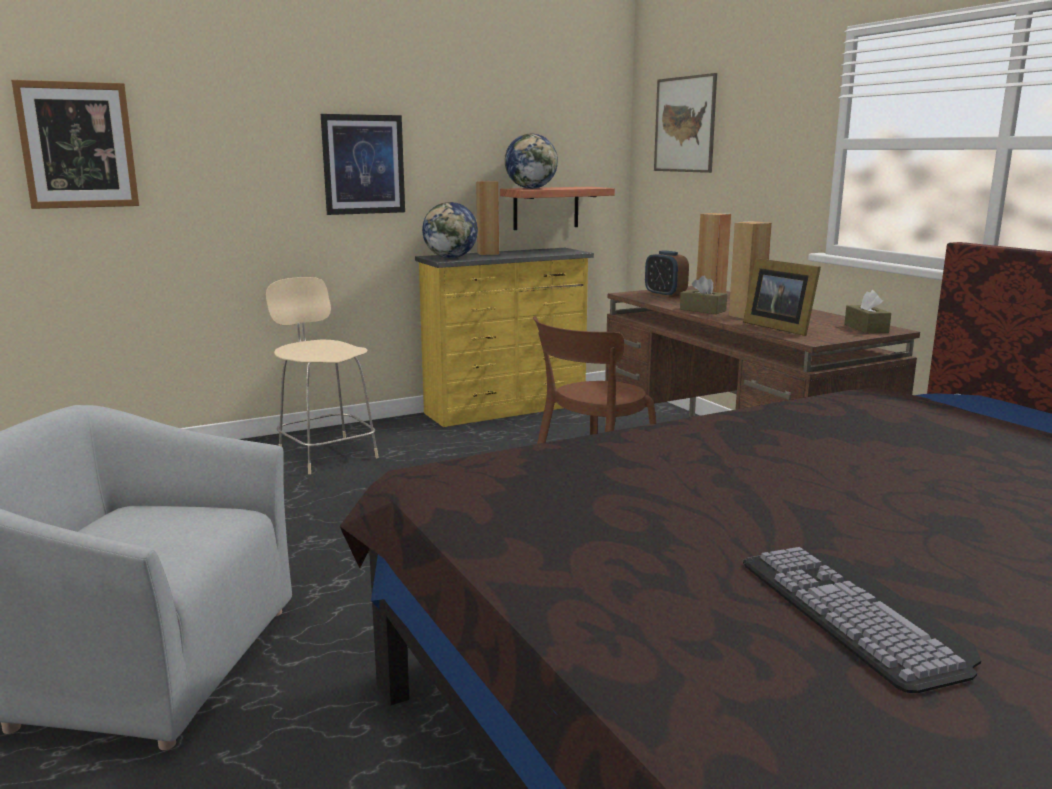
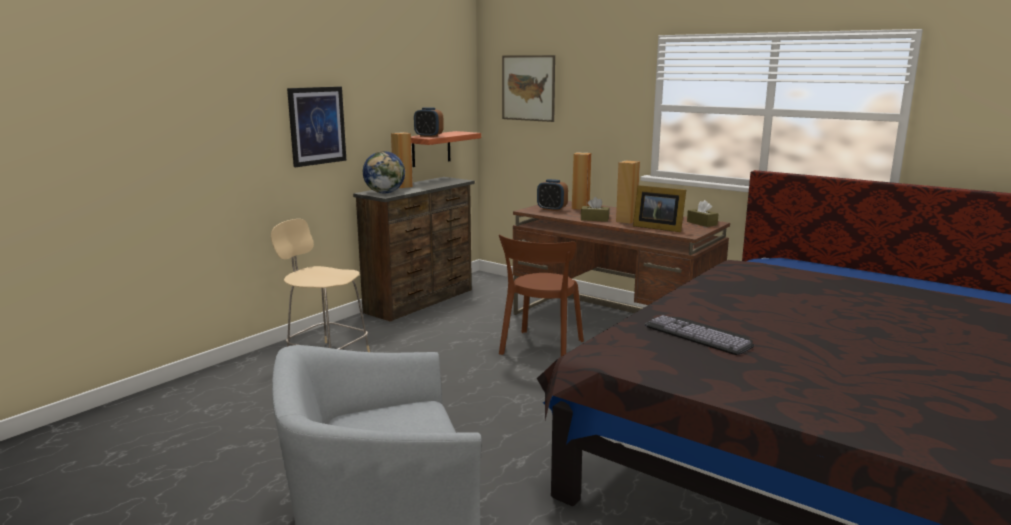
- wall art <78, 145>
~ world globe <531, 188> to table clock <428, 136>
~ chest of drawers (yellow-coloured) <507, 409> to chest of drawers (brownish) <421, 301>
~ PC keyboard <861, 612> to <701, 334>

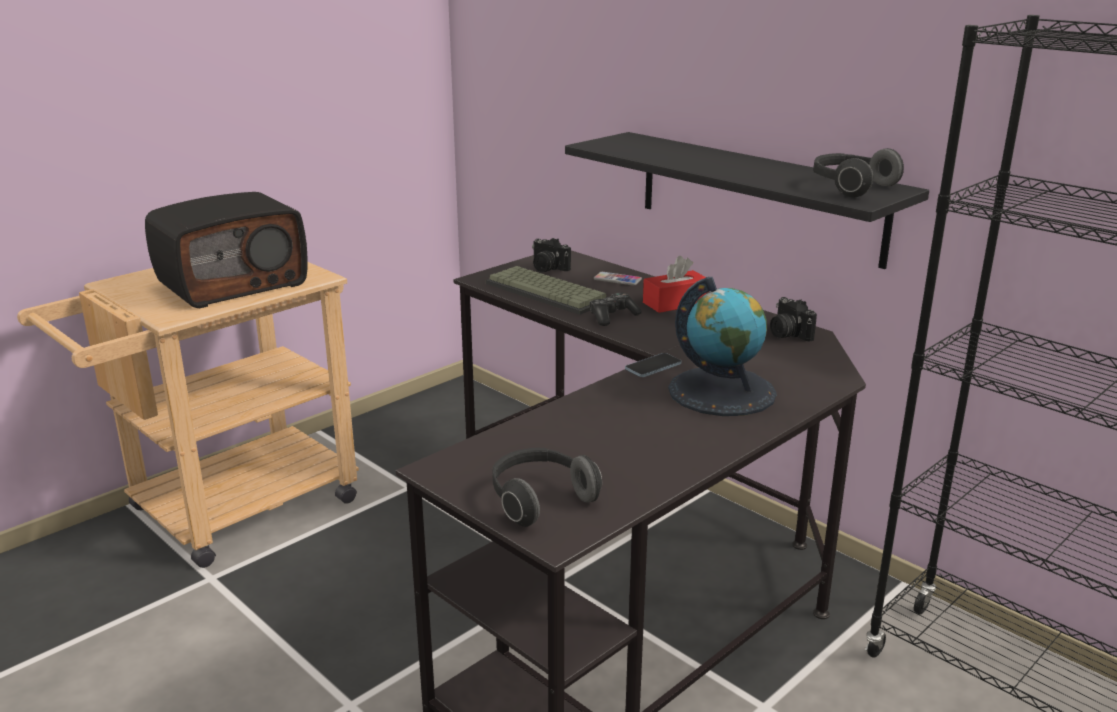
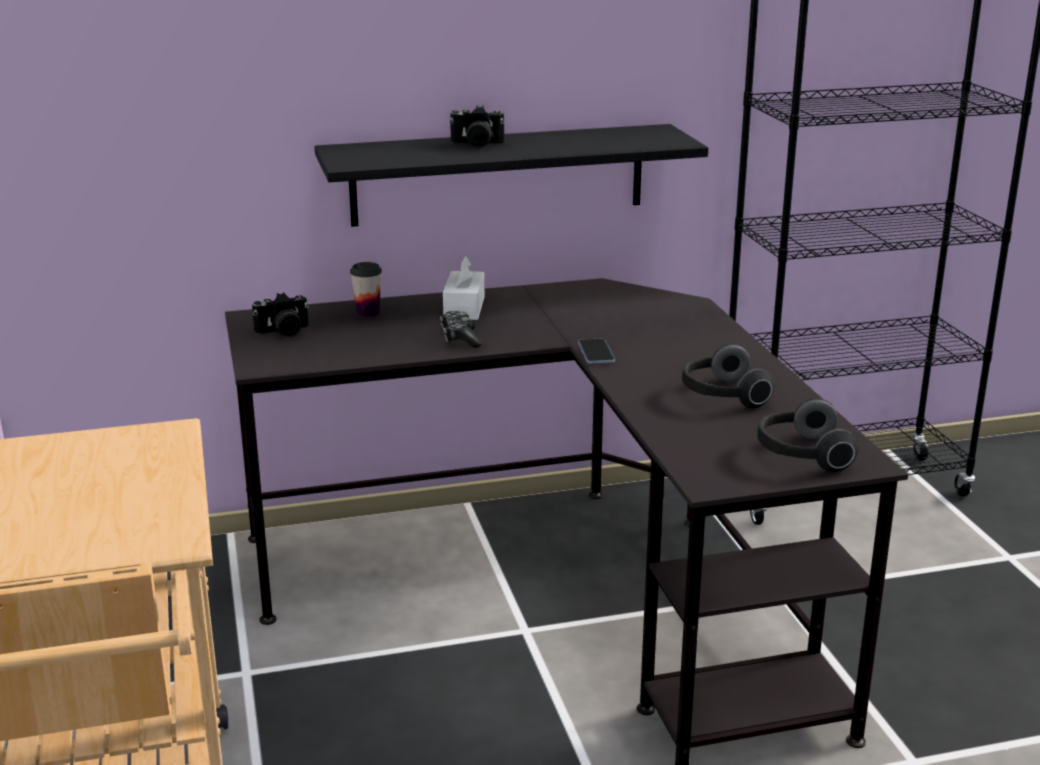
~ headphones <850, 187> to <722, 395>
- radio receiver <233, 284>
~ tissue holder (reddish) <675, 303> to tissue holder (white) <464, 308>
- PC keyboard <549, 292>
~ phone <617, 279> to cup <368, 313>
- world globe <722, 391>
~ photo camera <787, 334> to <476, 144>

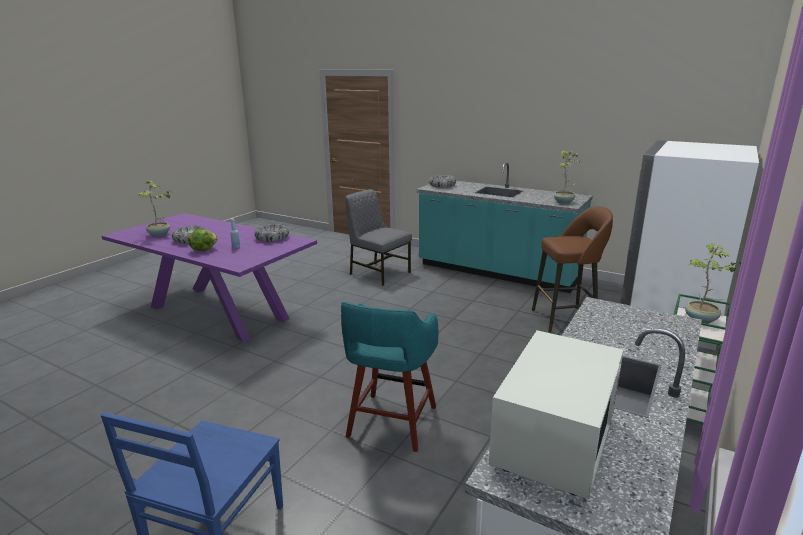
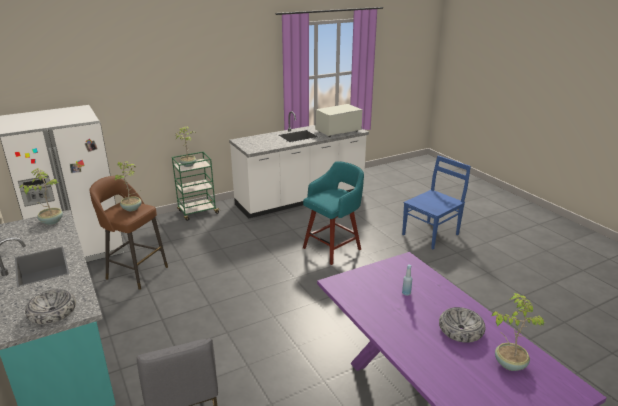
- serving bowl <272, 238>
- lettuce head <203, 249>
+ potted plant <132, 208>

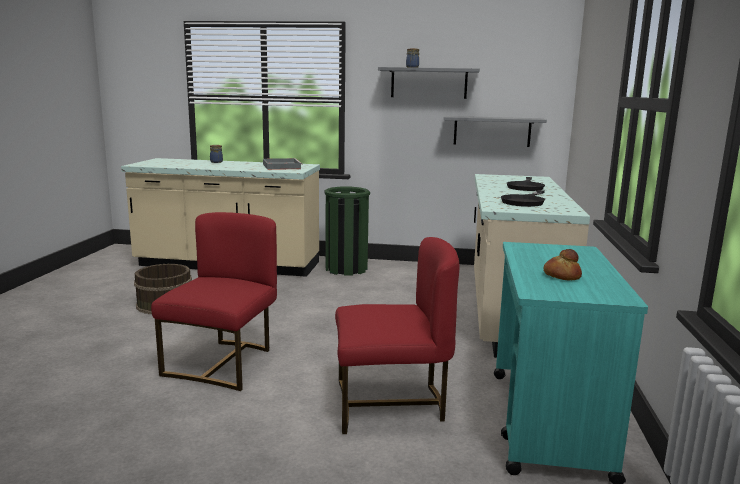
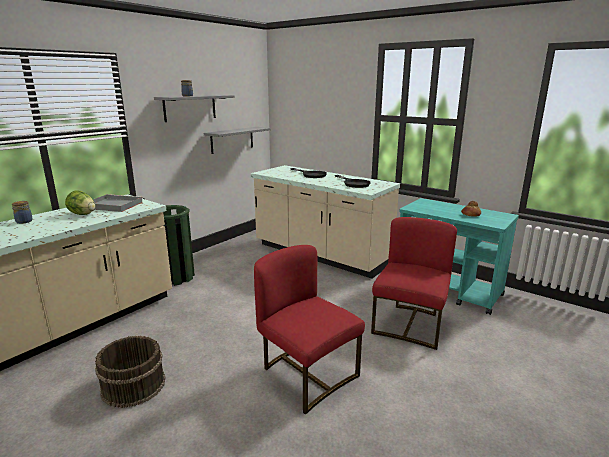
+ lettuce head <82, 214>

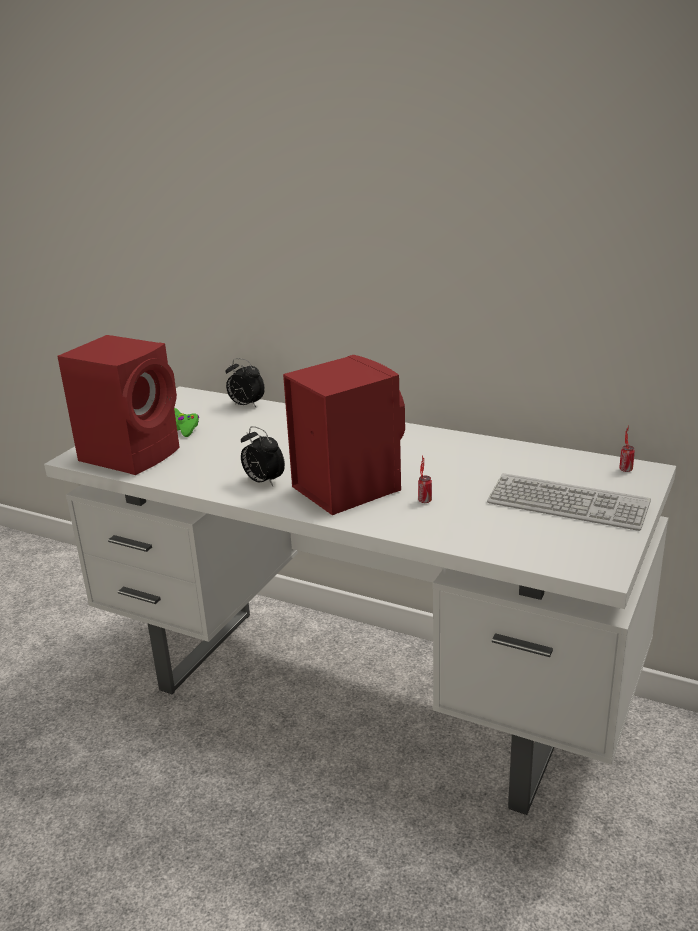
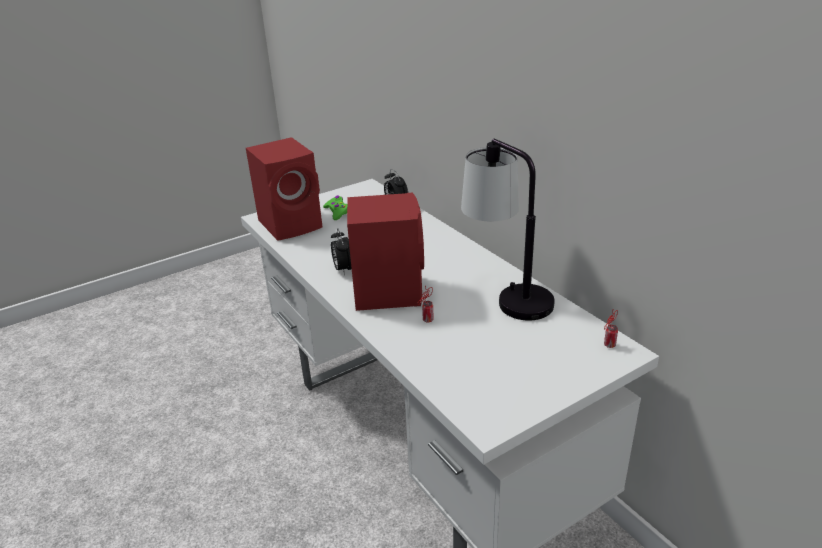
- PC keyboard <567, 504>
+ table lamp <505, 294>

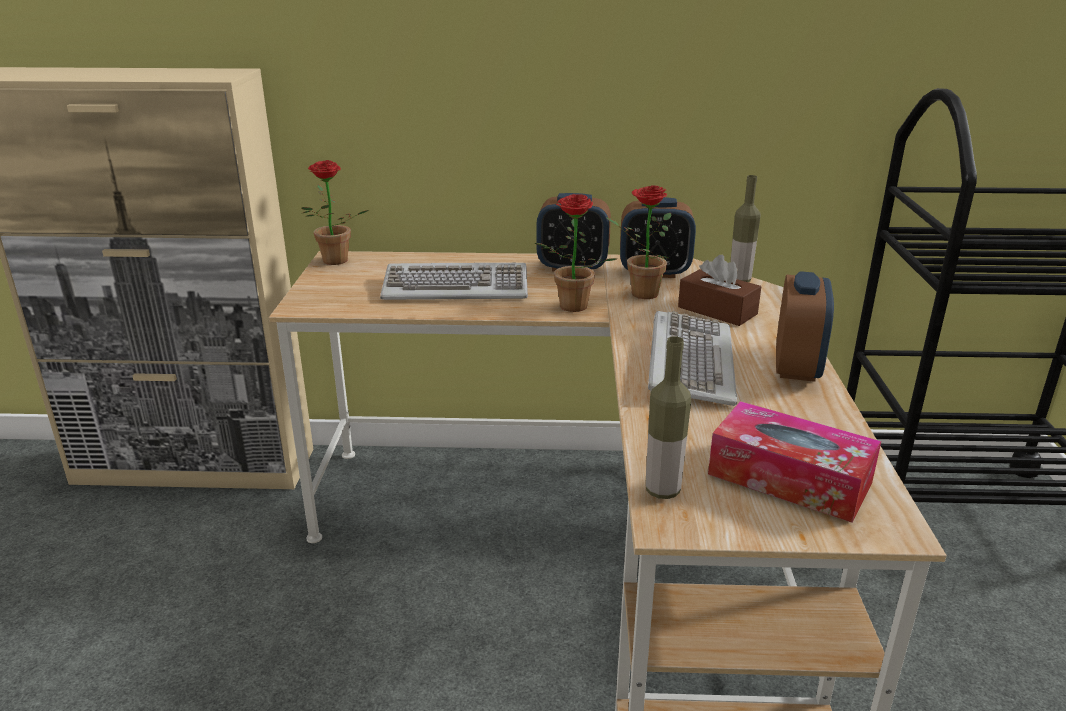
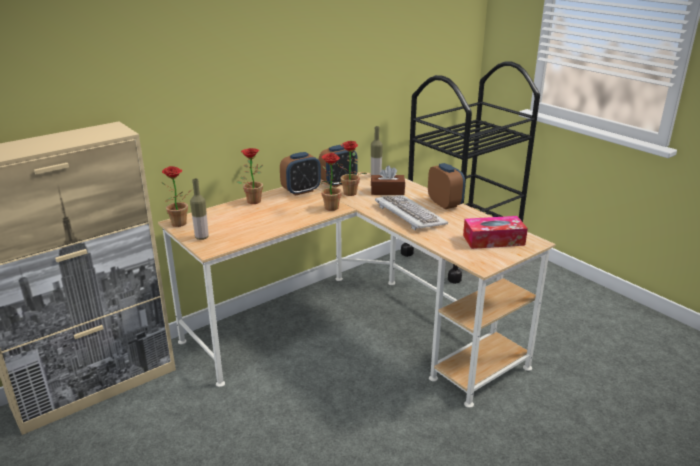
- PC keyboard <456, 287>
~ bottle <662, 490> to <202, 237>
+ potted plant <252, 200>

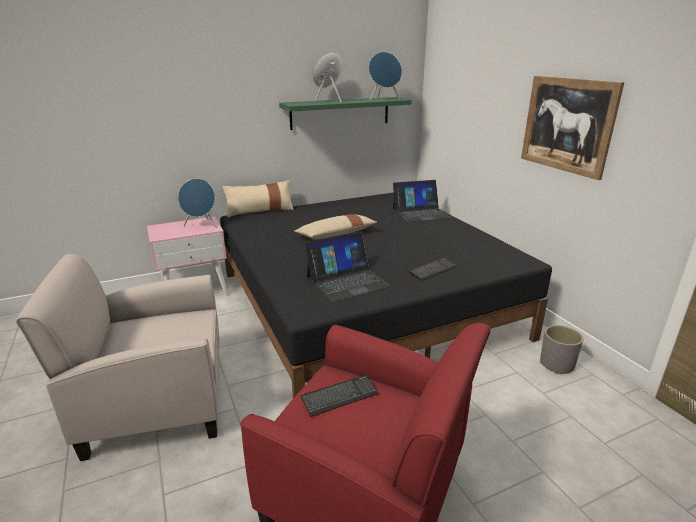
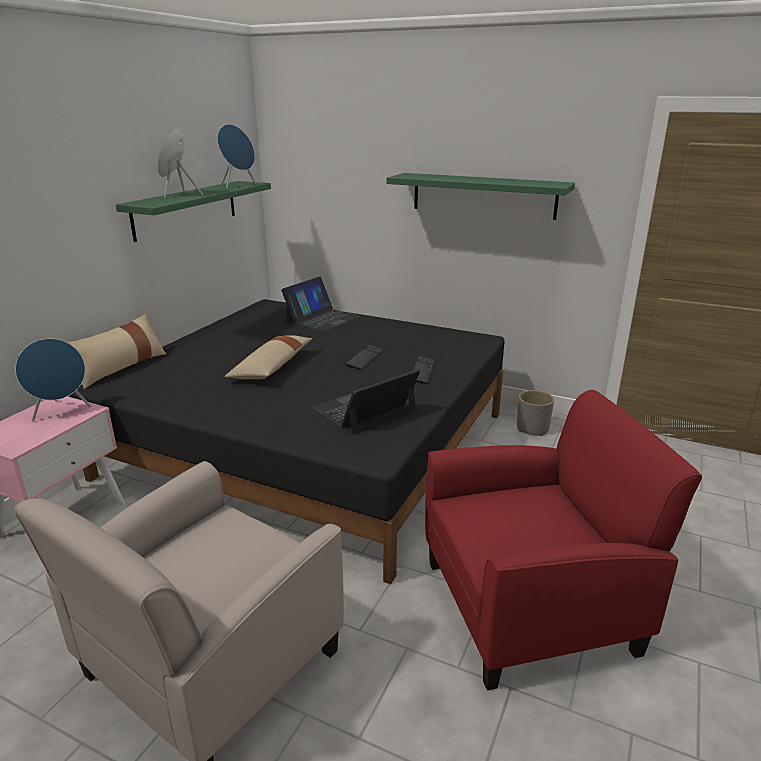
~ wall art <567, 125> to bracket shelf (greenish) <483, 195>
~ laptop <347, 281> = <365, 410> 150 degrees counterclockwise
~ PC keyboard <339, 396> to <365, 358>

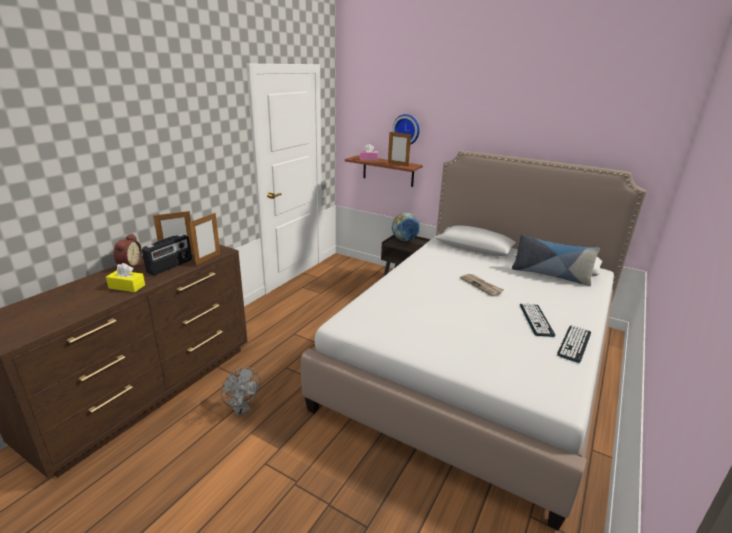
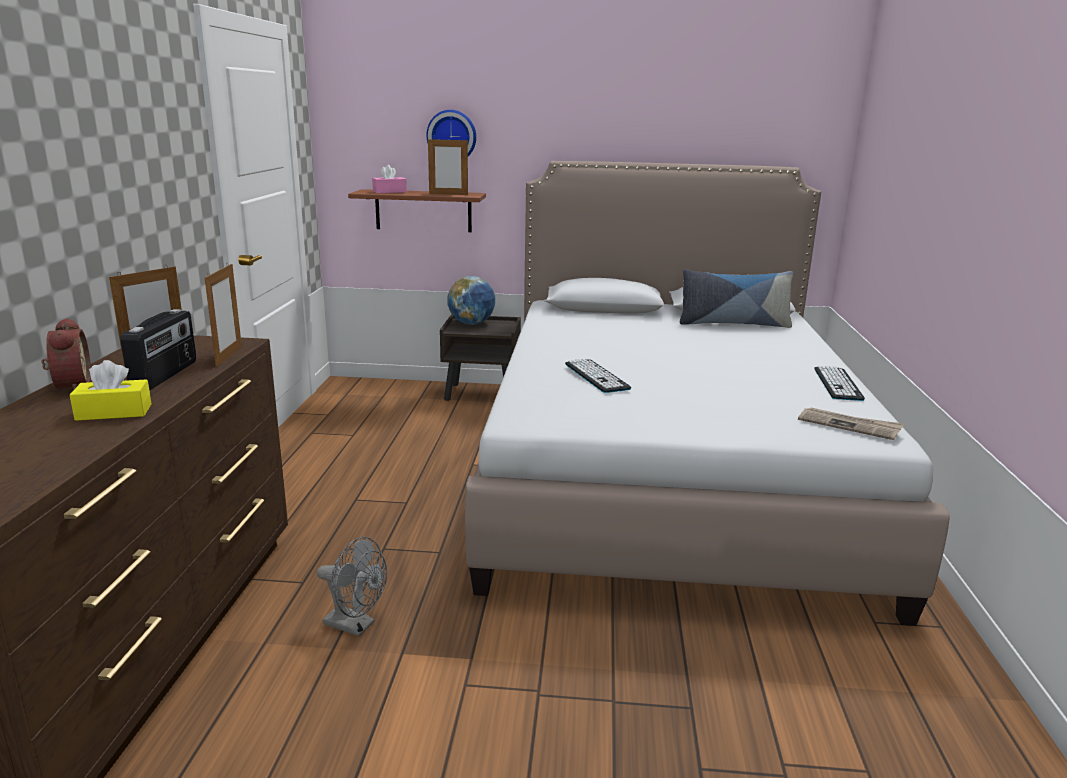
~ printed paper <481, 285> to <849, 425>
~ PC keyboard <536, 320> to <596, 376>

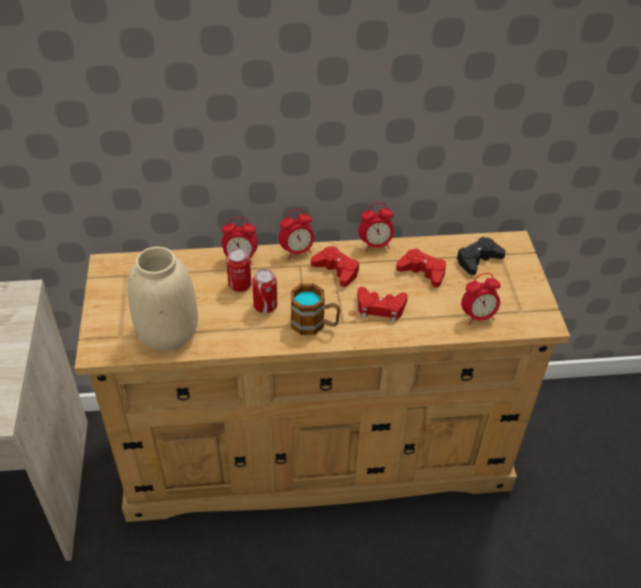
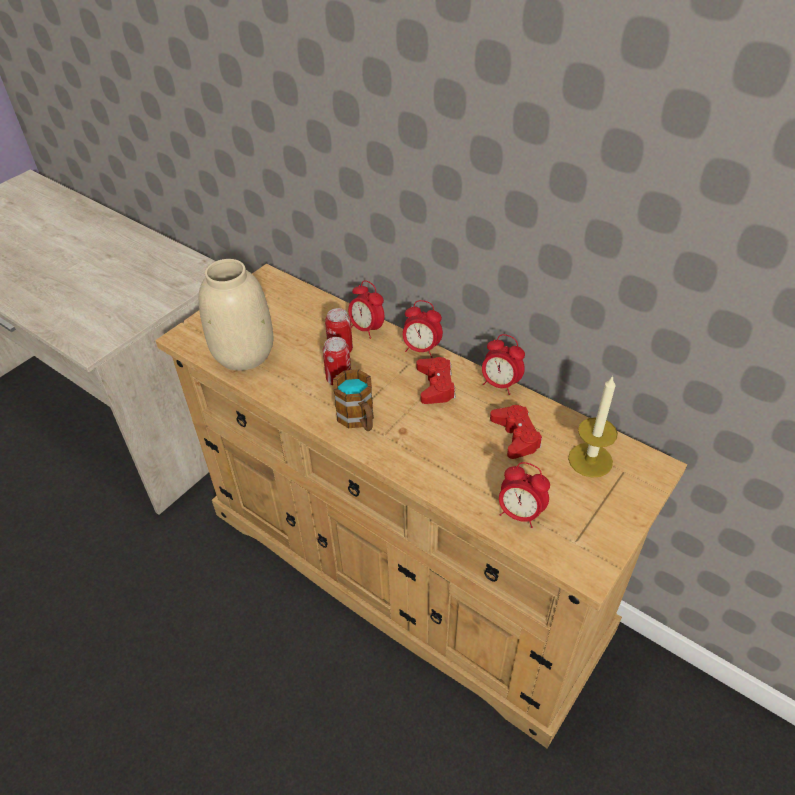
~ game controller (black) <478, 260> to wax candle <590, 460>
- game controller (reddish) <380, 308>

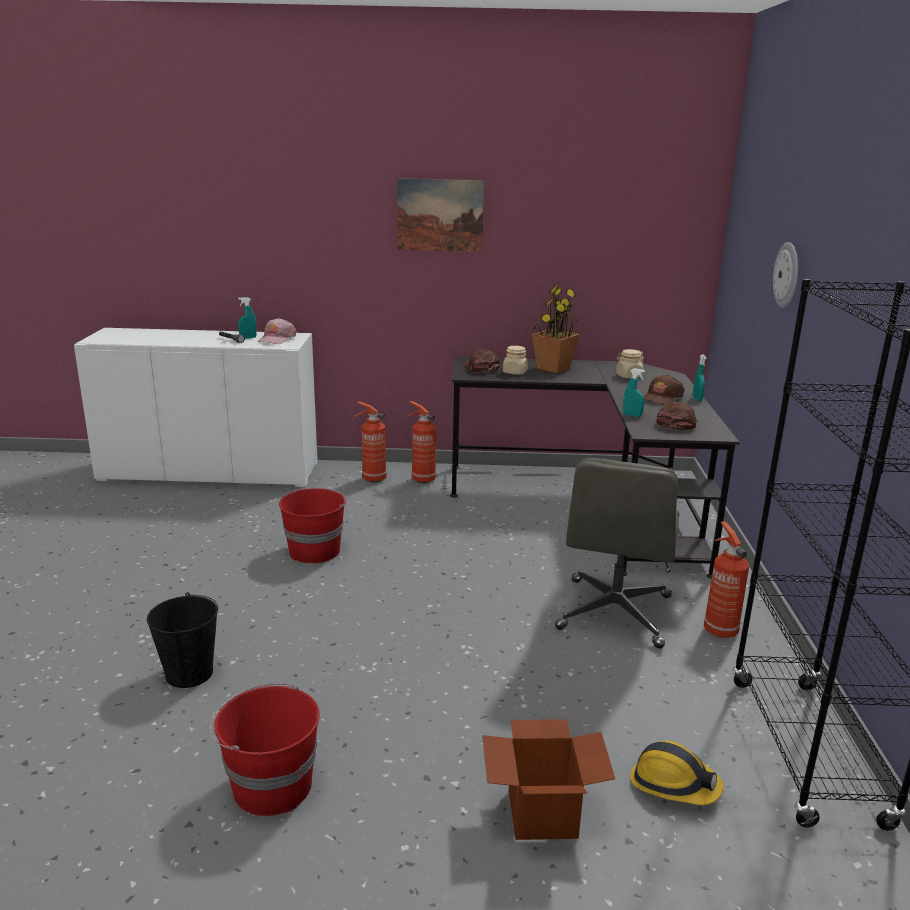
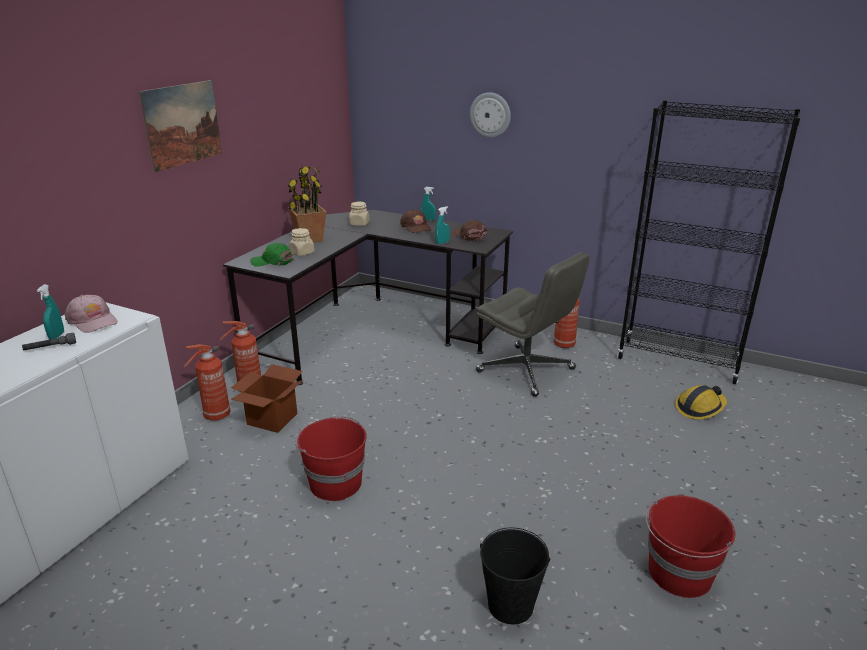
~ peaked cap (brownish) <480, 368> to peaked cap (greenish) <272, 261>
~ packing box <542, 814> to <272, 419>

